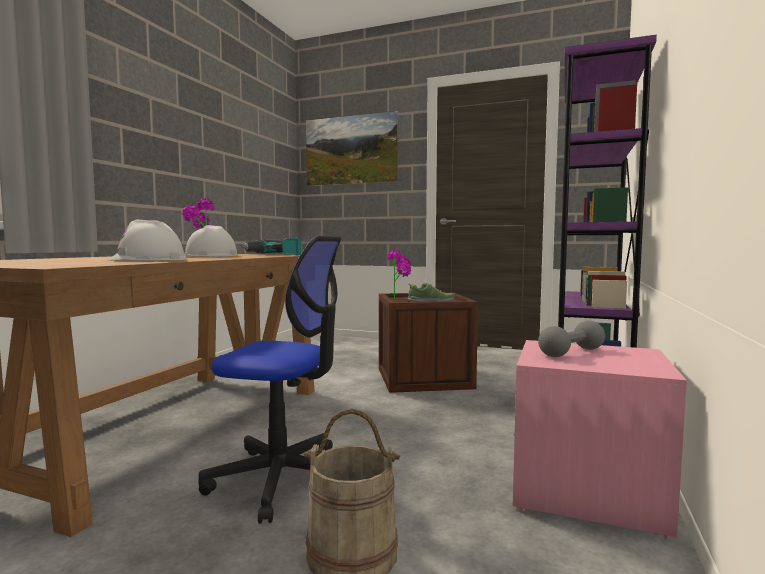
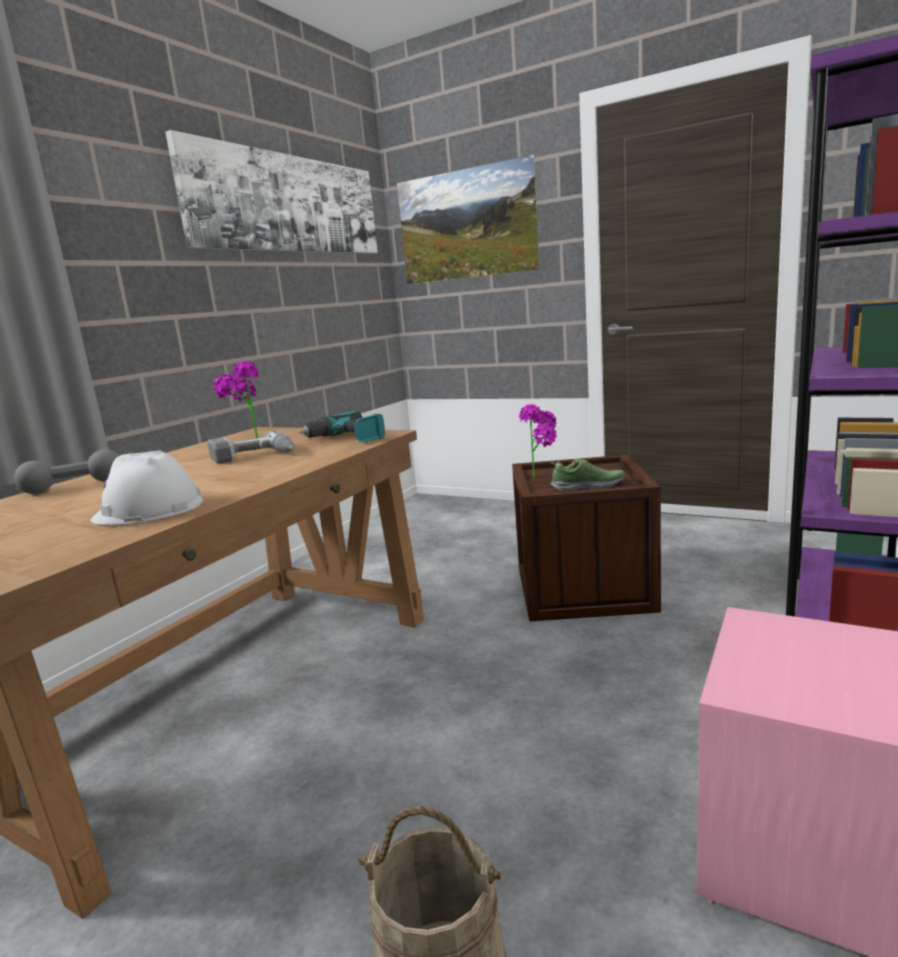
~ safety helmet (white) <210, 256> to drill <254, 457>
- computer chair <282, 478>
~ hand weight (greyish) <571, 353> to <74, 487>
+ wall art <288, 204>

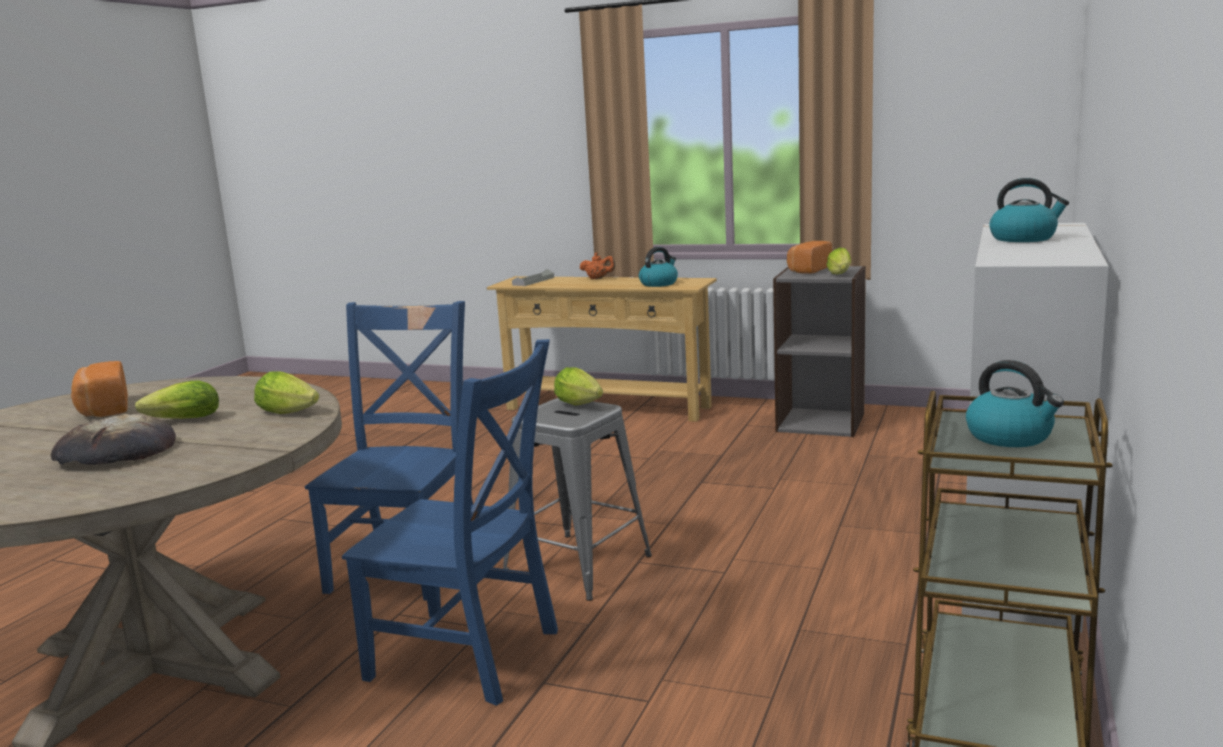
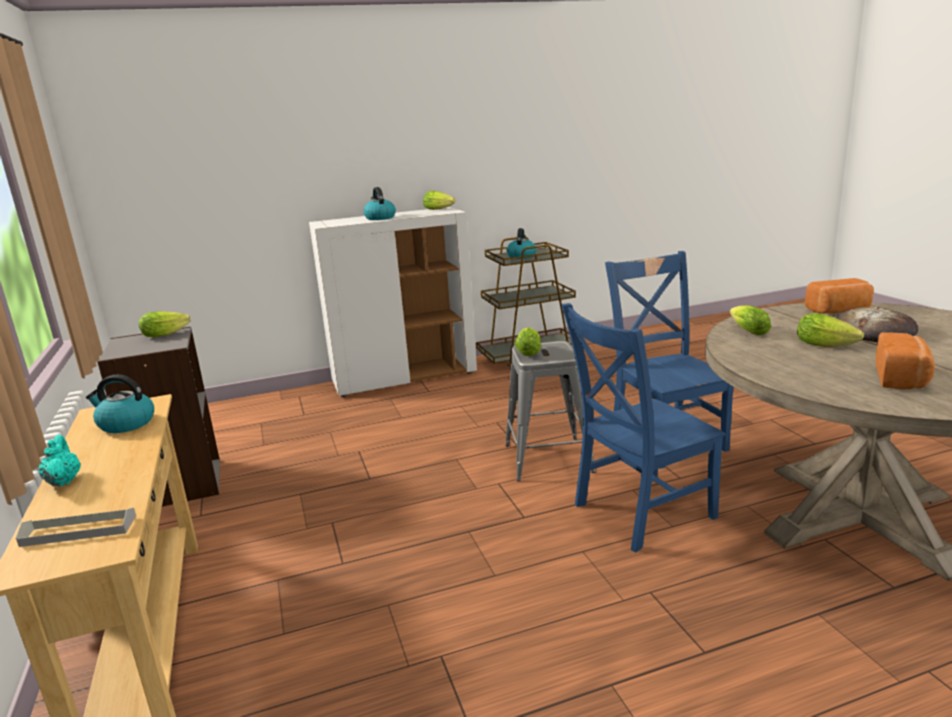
~ bakery bread <808, 270> to <839, 311>
~ pot for tea (orange) <598, 278> to pot for tea (blue-green) <64, 481>
+ lettuce head <440, 209>

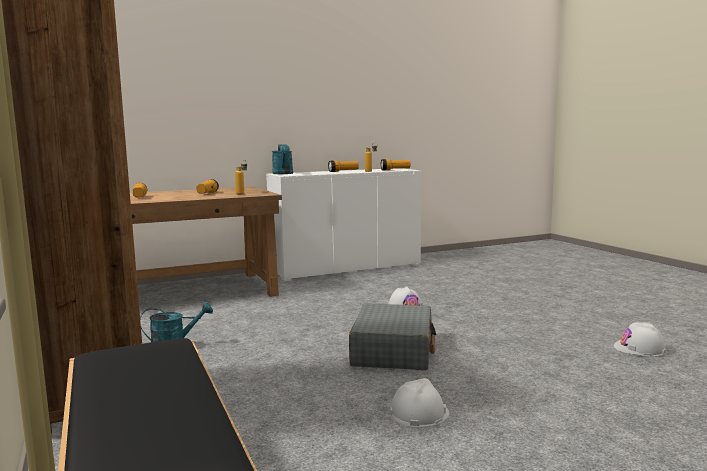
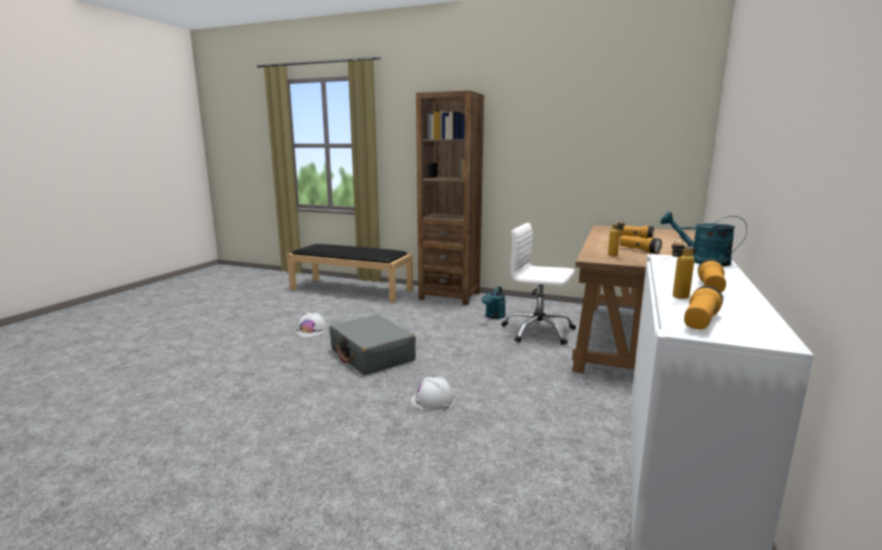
- safety helmet (white) <640, 348>
+ computer chair (white) <538, 331>

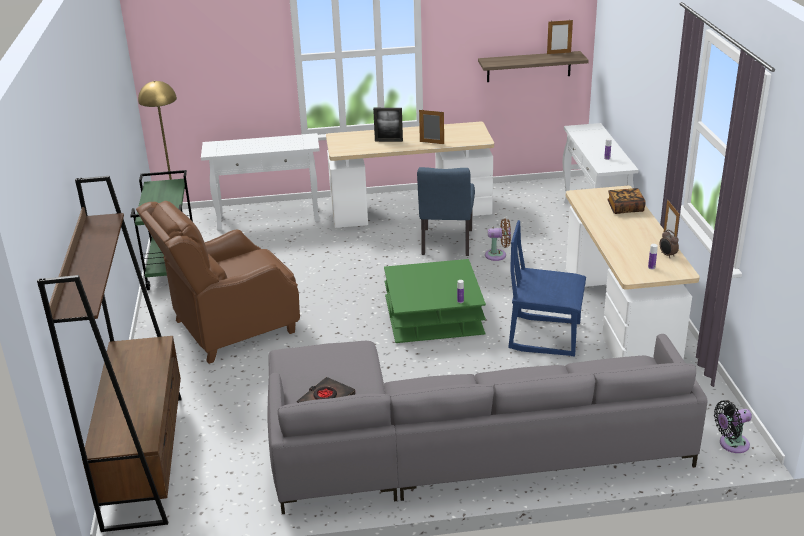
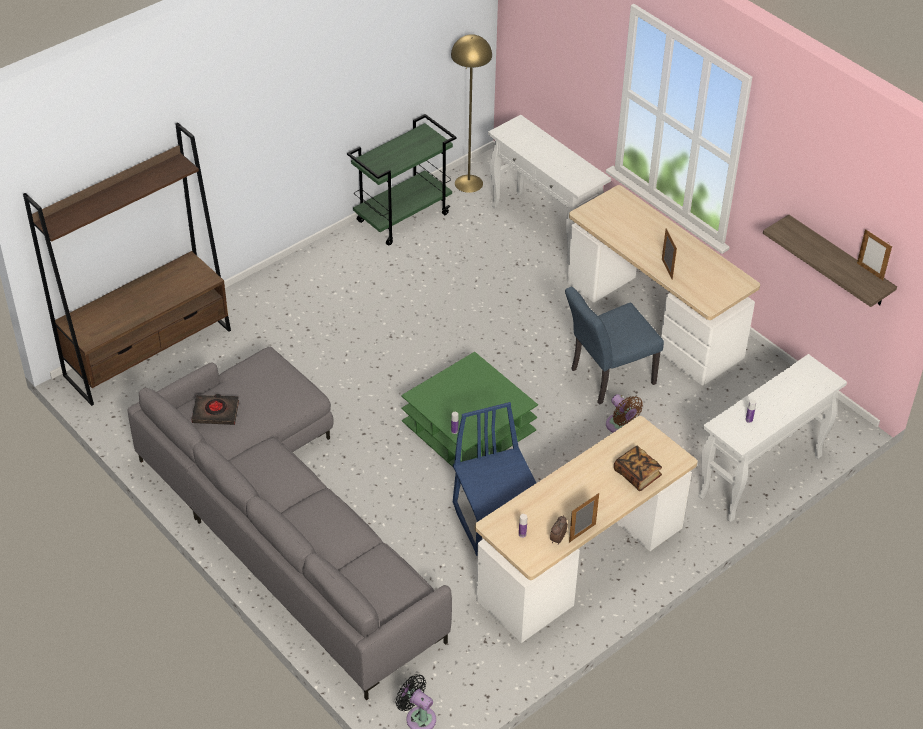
- standing frame <388, 141>
- lounge chair (brownish) <231, 328>

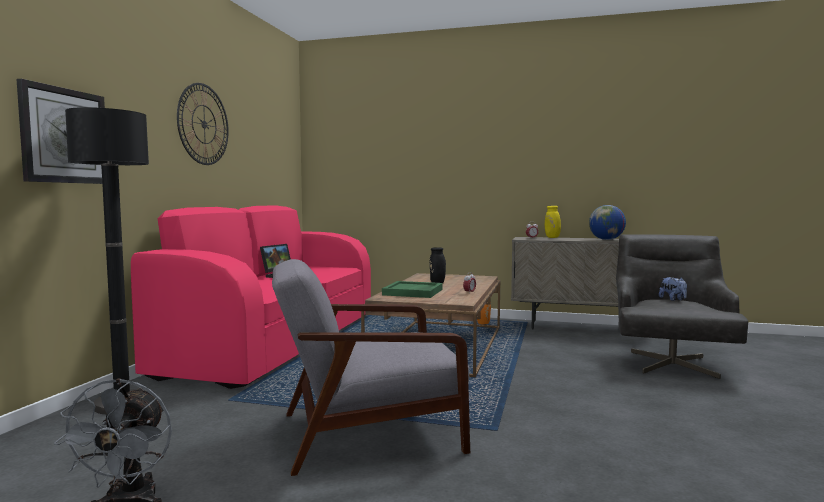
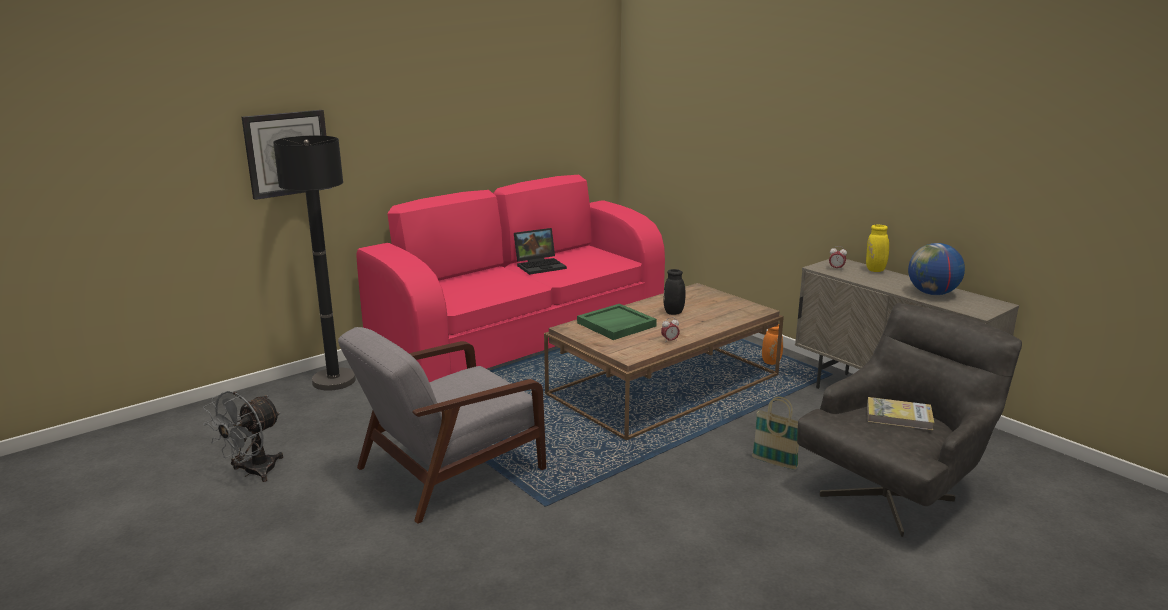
- wall clock <204, 124>
~ lounge chair (greyish) <367, 433> = <448, 470> 60 degrees counterclockwise
~ cuddly toy <673, 299> to volume <899, 416>
+ storage basket <774, 463>

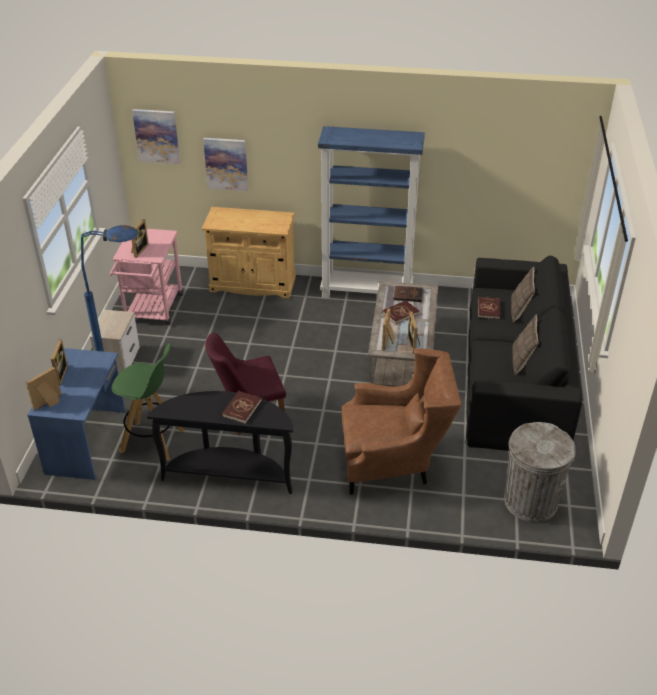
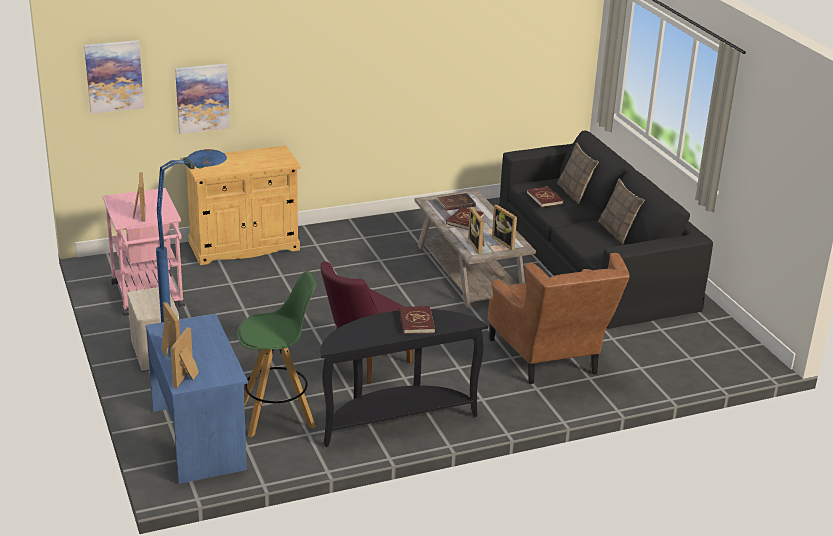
- bookcase (bluish) <367, 292>
~ lounge chair (brownish) <393, 462> = <550, 361> 105 degrees clockwise
- trash can (greyish) <530, 502>

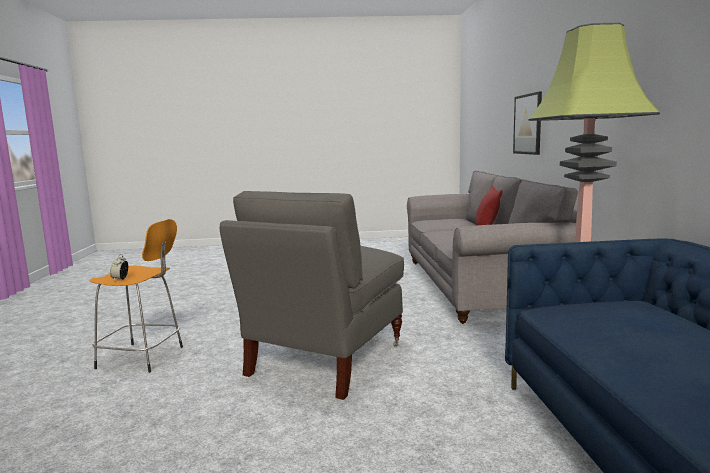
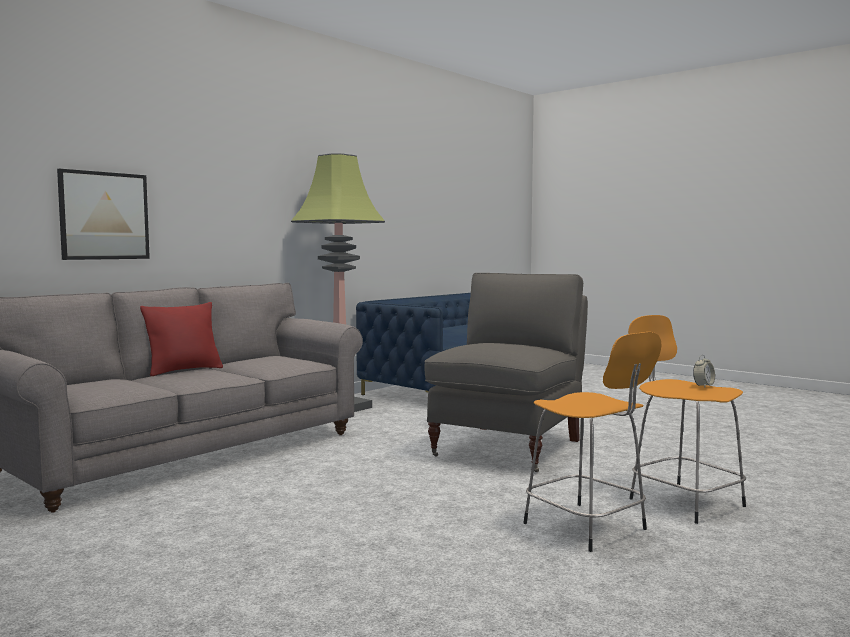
~ lounge chair (greyish) <325, 360> = <508, 448> 45 degrees counterclockwise
+ stool (orange) <588, 528>

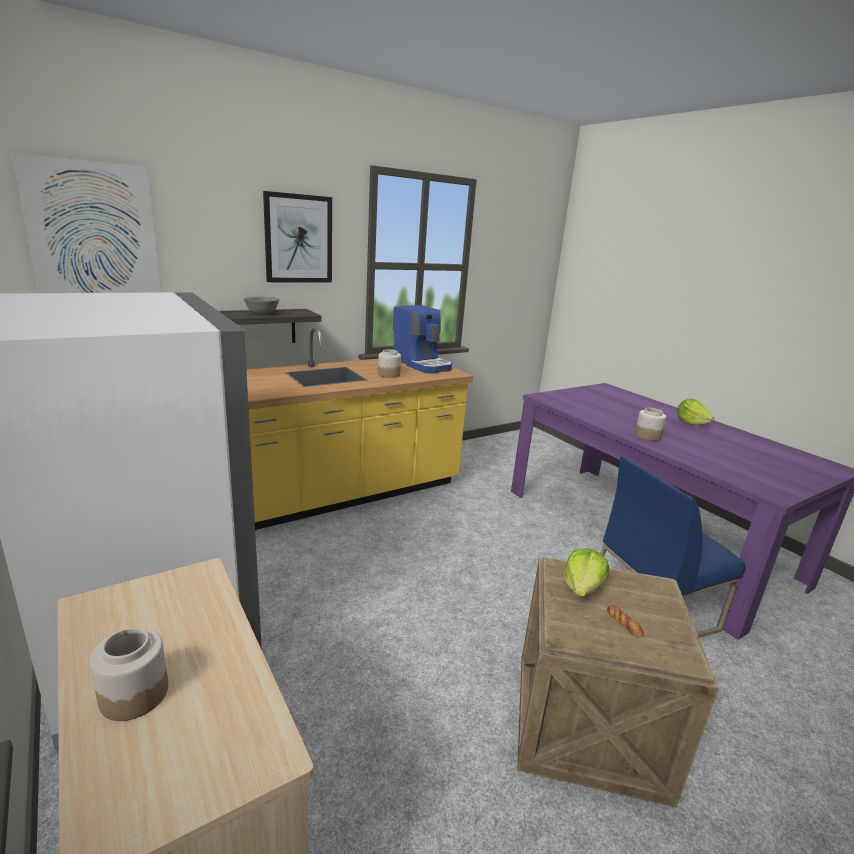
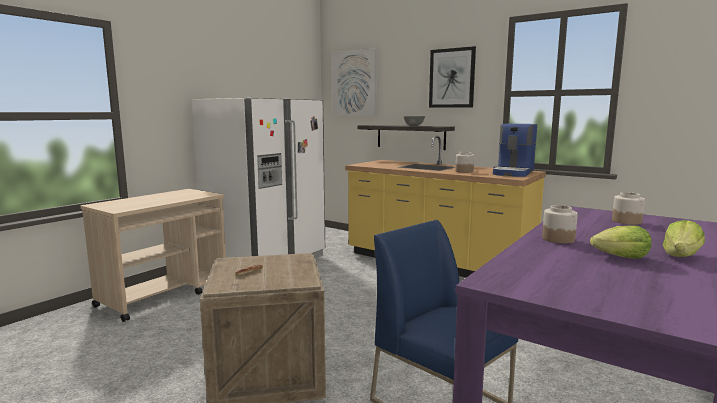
~ lettuce head <582, 587> to <621, 257>
~ preserve jar <134, 694> to <626, 221>

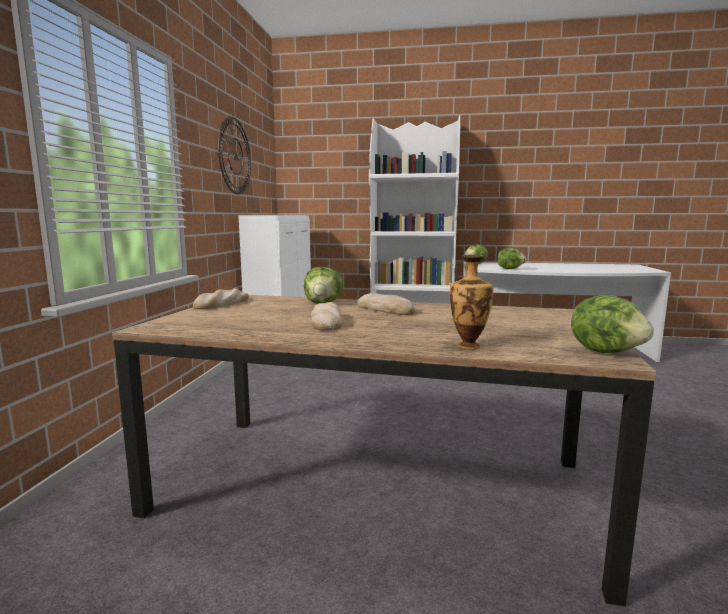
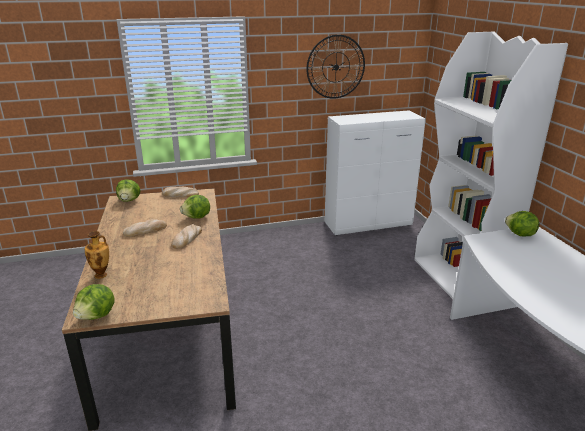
~ lettuce head <509, 269> to <129, 200>

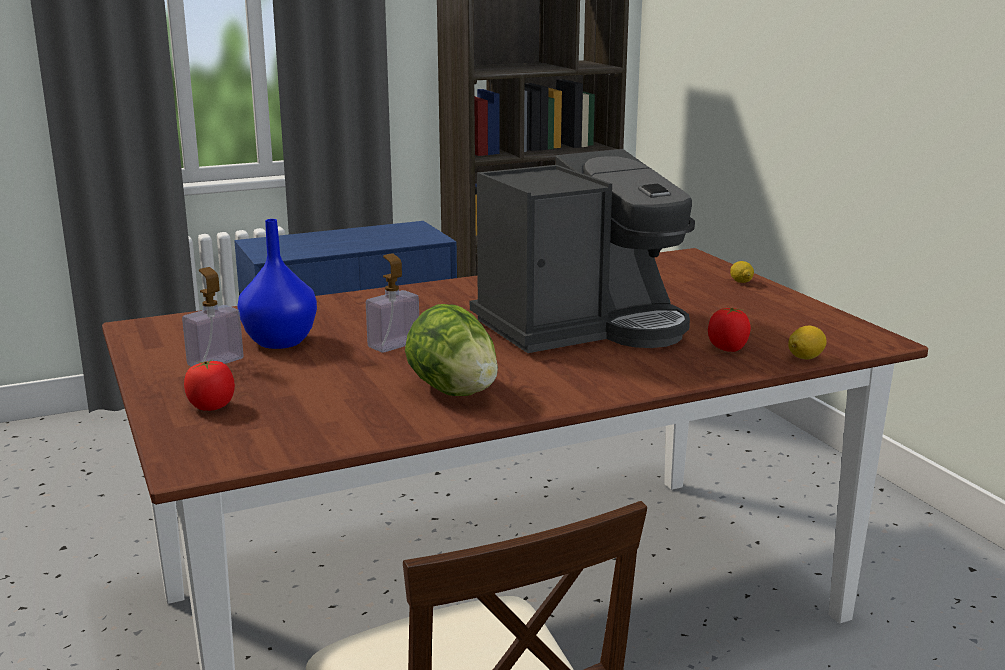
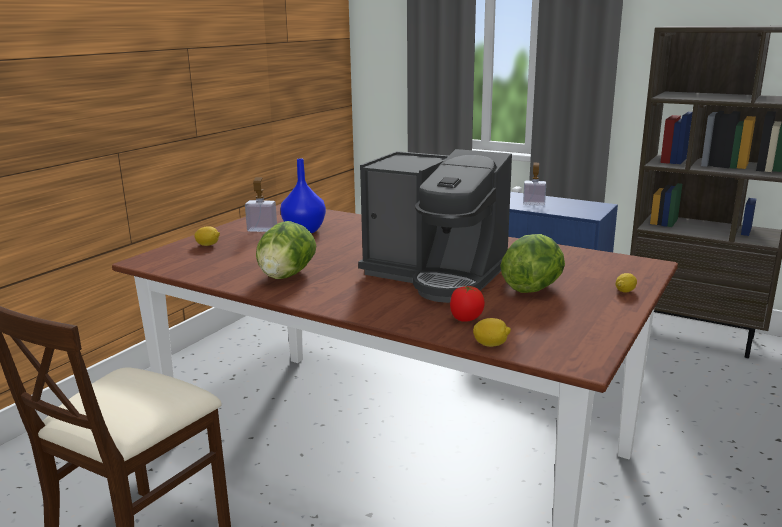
~ soap bottle <393, 344> to <534, 203>
~ whole tomato <212, 407> to whole lemon <208, 245>
+ lettuce head <533, 288>

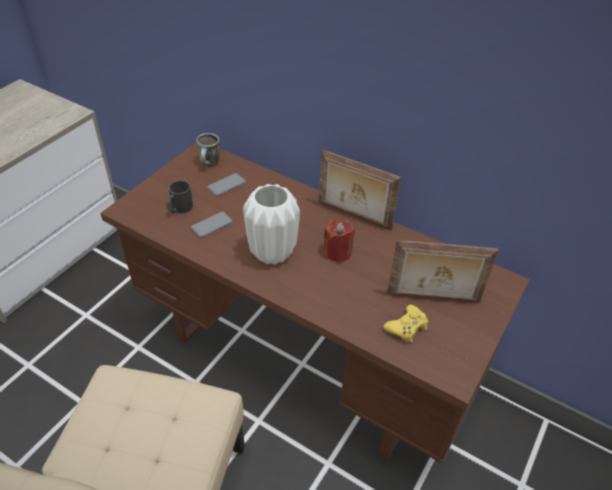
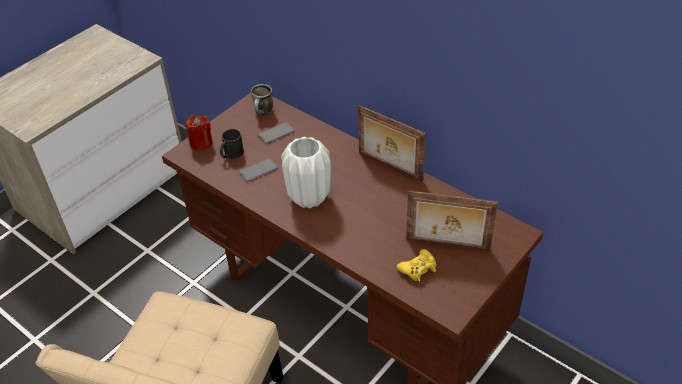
~ wax candle (reddish) <337, 252> to <201, 143>

